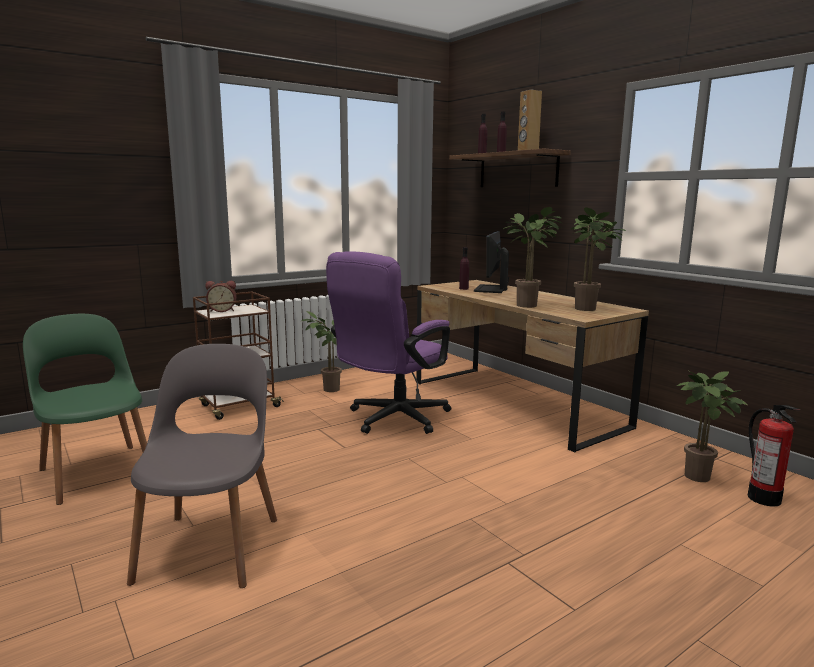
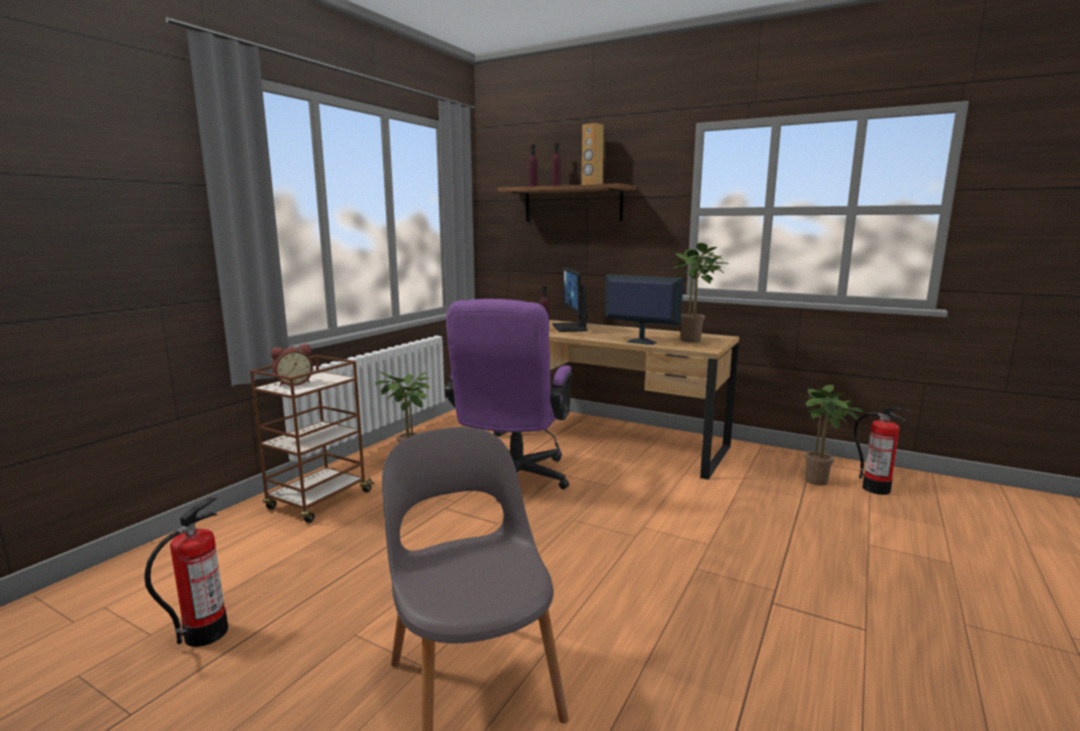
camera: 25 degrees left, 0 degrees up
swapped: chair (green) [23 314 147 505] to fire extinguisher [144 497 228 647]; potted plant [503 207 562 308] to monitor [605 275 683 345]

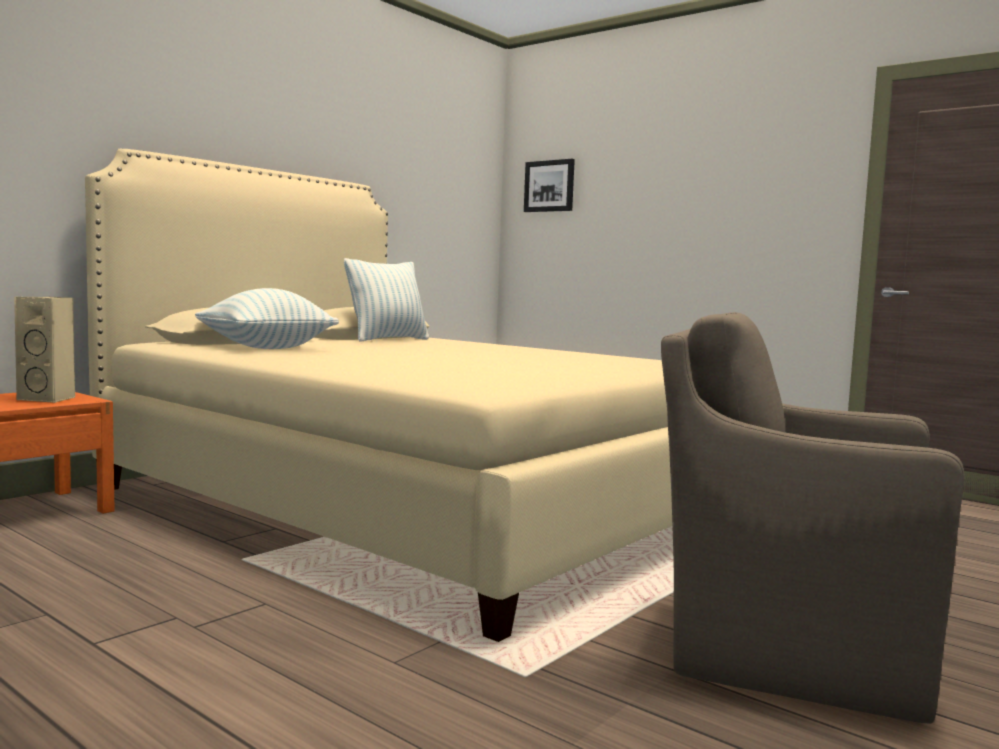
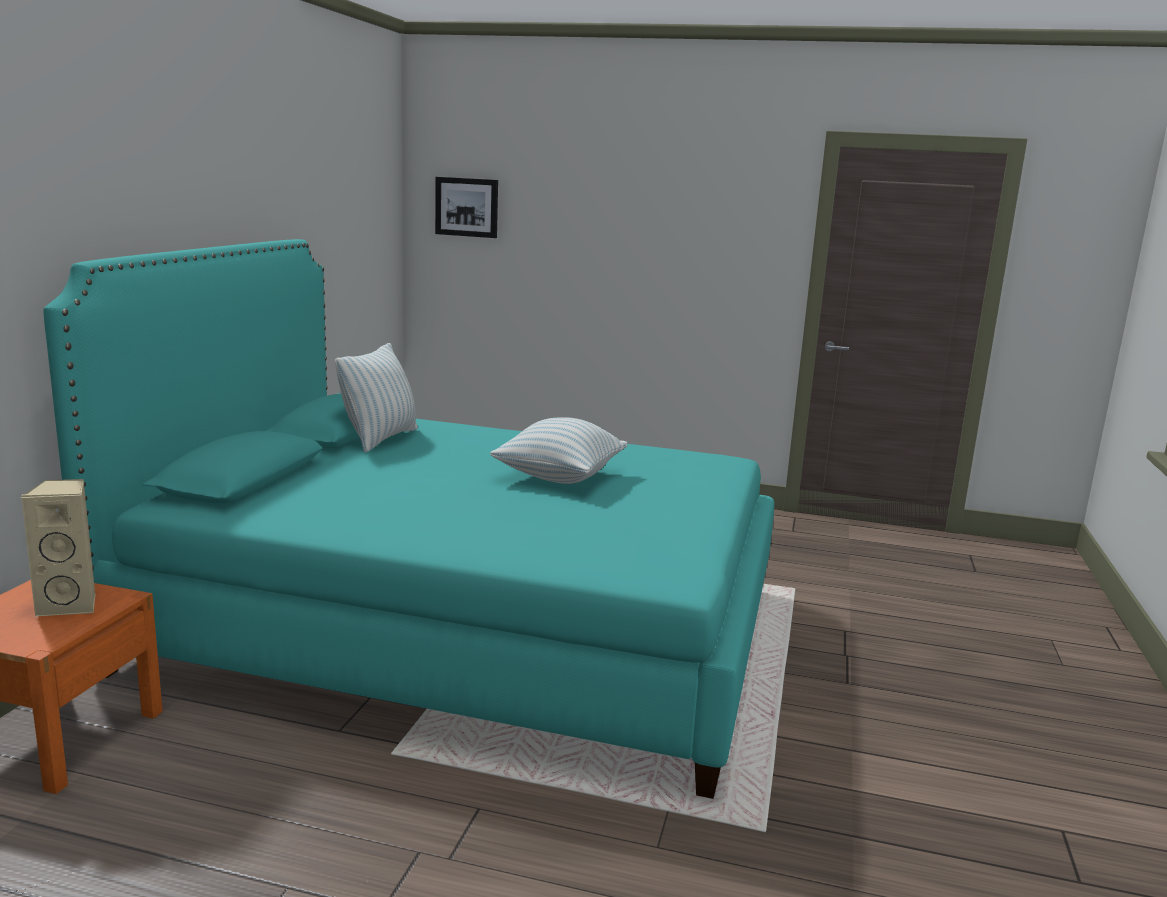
camera: 25 degrees left, 10 degrees up
gone: armchair (brown) [661 312 965 723]
shifted: pillow [195 288 339 349] to [490 417 627 484]
repainted: bed (beige) [85 149 672 642] to bed (turquoise) [43 239 774 799]

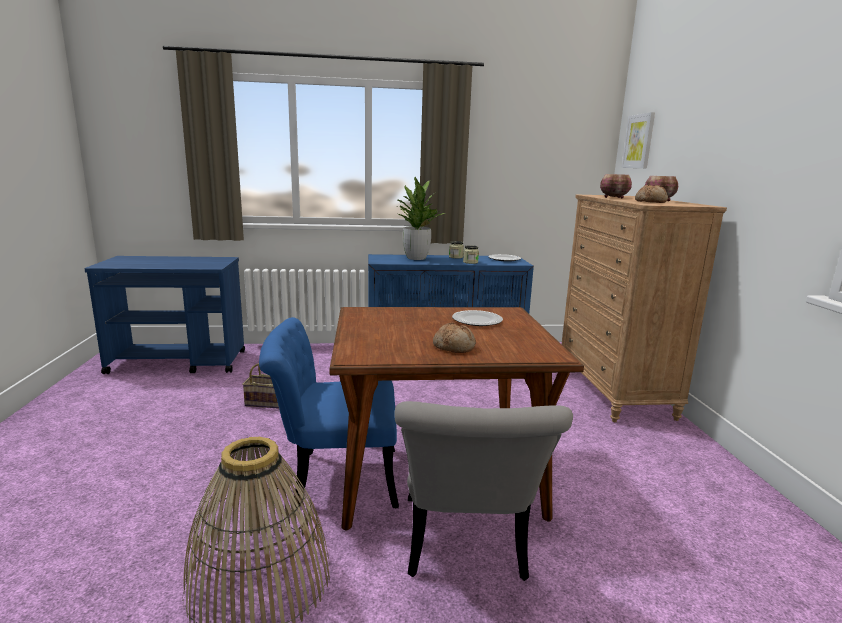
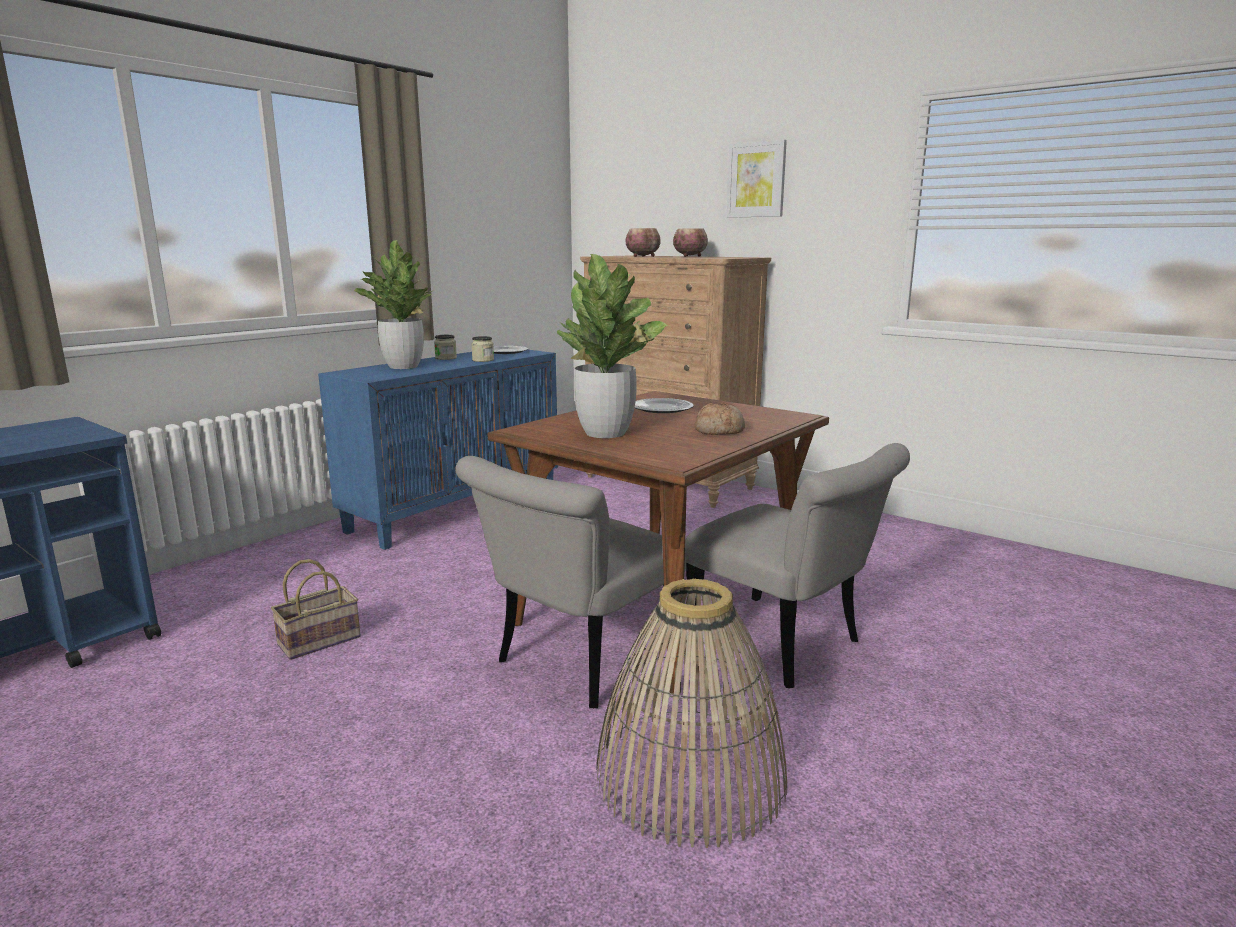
camera: 45 degrees left, 0 degrees up
gone: bread [635 185 668 203]
new: potted plant [557 254 668 438]
shifted: picture [622 112 655 168] to [726 139 787 218]
repainted: chair (blue) [259 317 399 508] to chair (grey) [456 456 686 708]

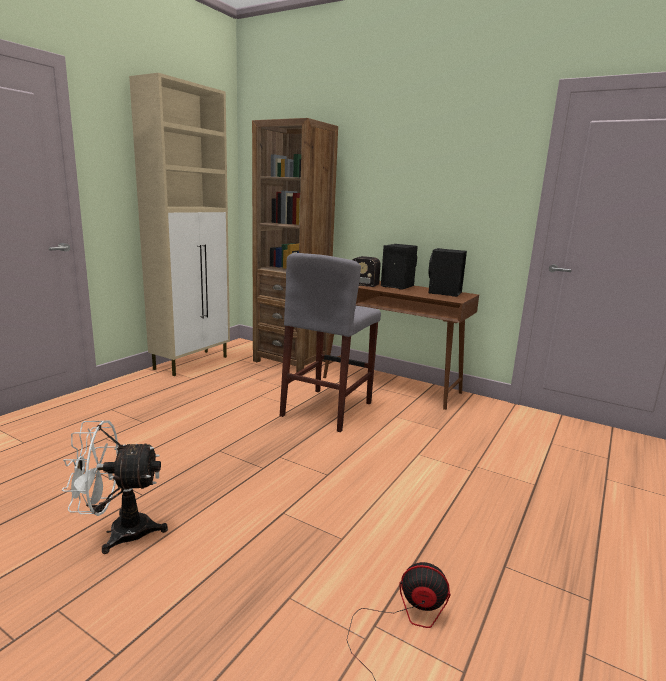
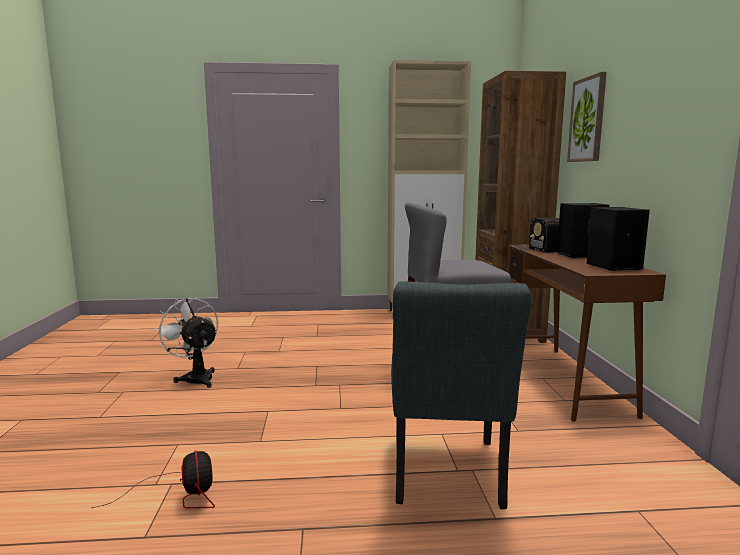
camera: 55 degrees right, 5 degrees down
new: chair (grey) [391 281 531 509]; picture [567 72 607 162]

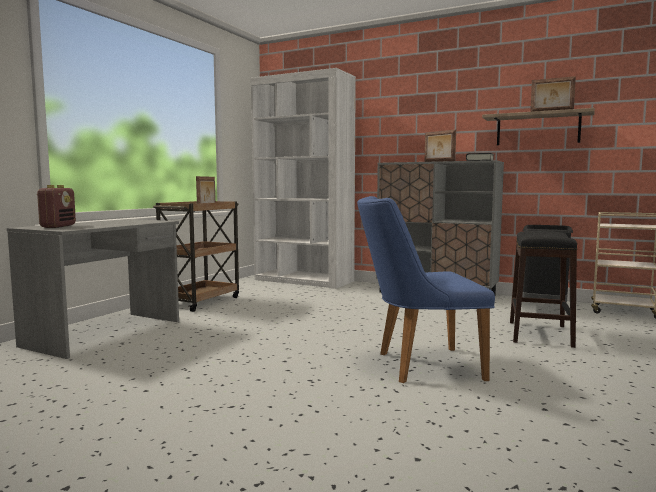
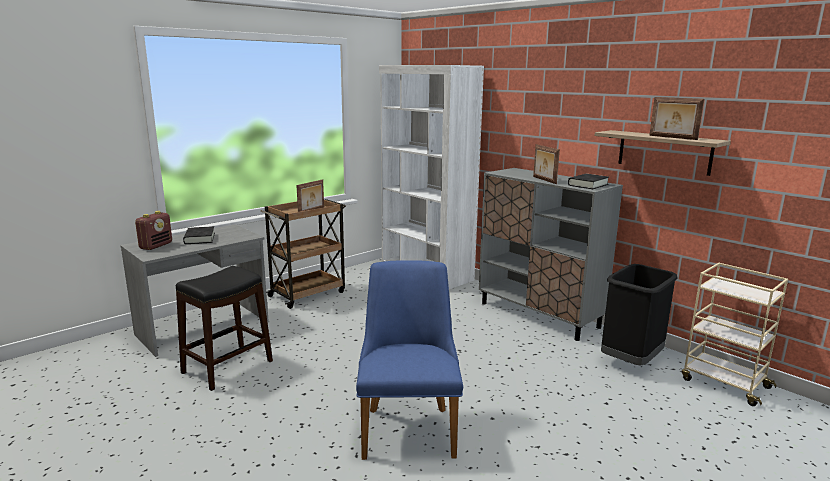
camera: 20 degrees right, 10 degrees up
new: book (black) [183 226 215 244]
shifted: stool (black) [510 231 577 348] to [176 266 273 391]
rotated: chair (blue) [357 196 495 383] = [356 261 463 460] 75 degrees clockwise

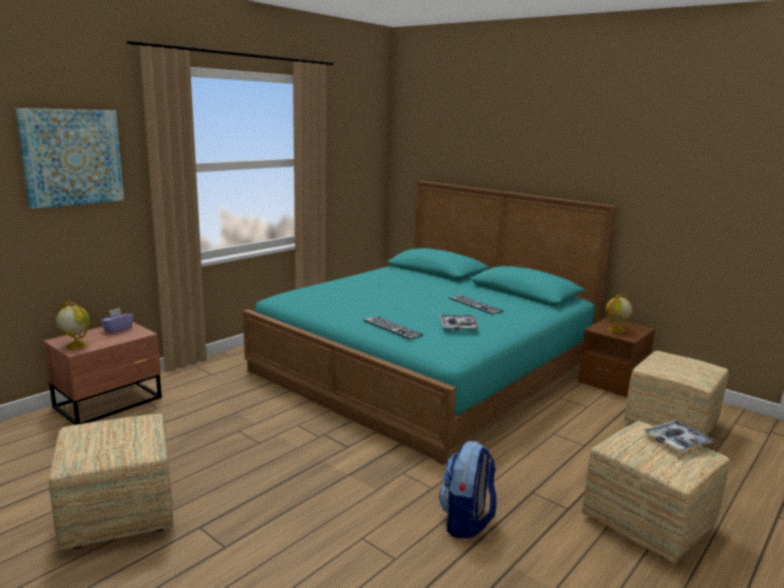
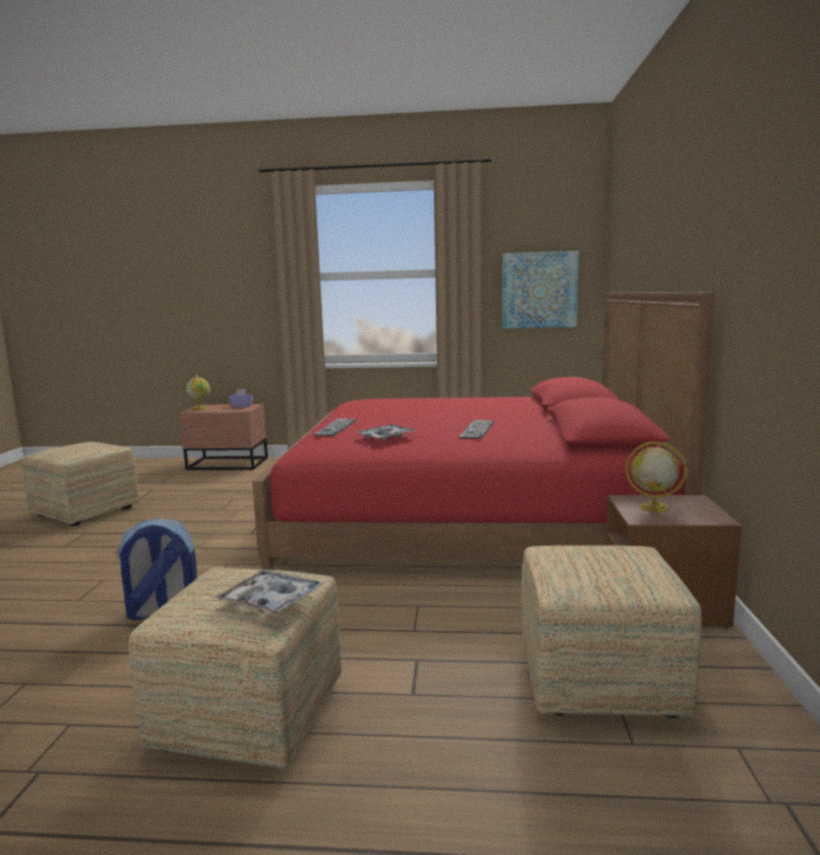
camera: 55 degrees right, 5 degrees down
shifted: picture [15 108 124 209] to [502 251 579 328]
repainted: bed (turquoise) [243 181 617 465] to bed (red) [252 292 715 570]

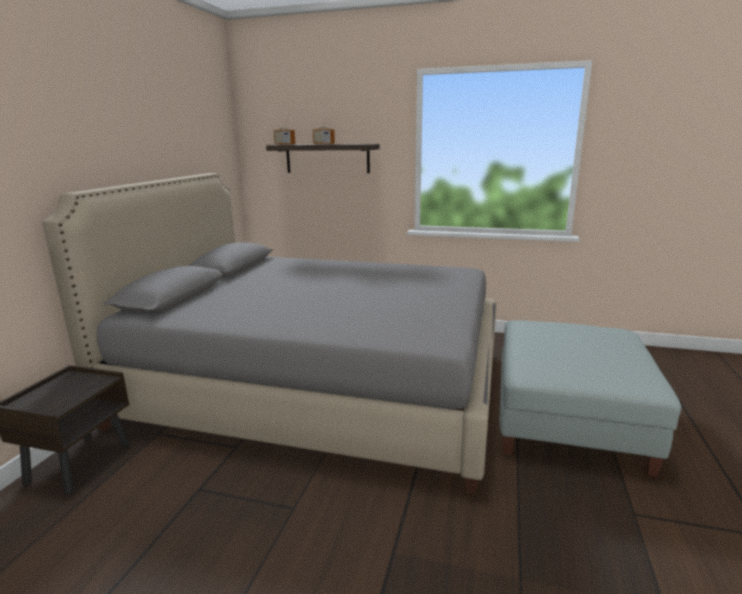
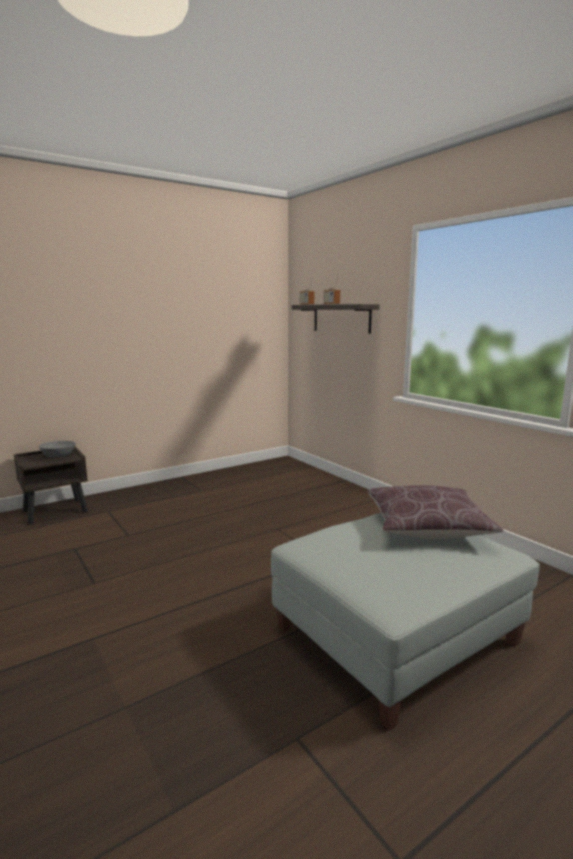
camera: 40 degrees right, 5 degrees down
gone: bed (grey) [42 173 497 495]
new: bowl (grey) [39 441 76 458]; pillow (brown) [368 485 504 539]

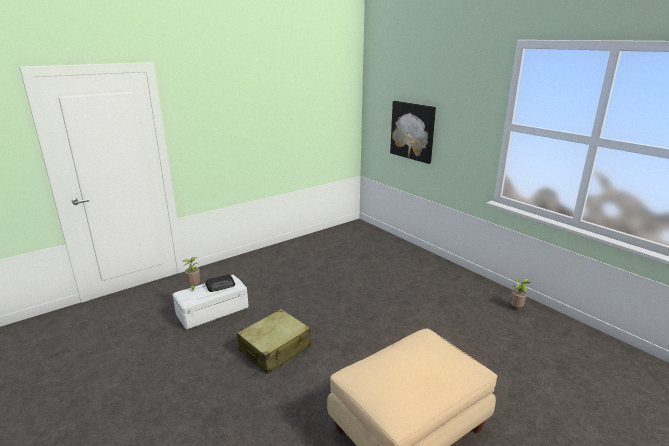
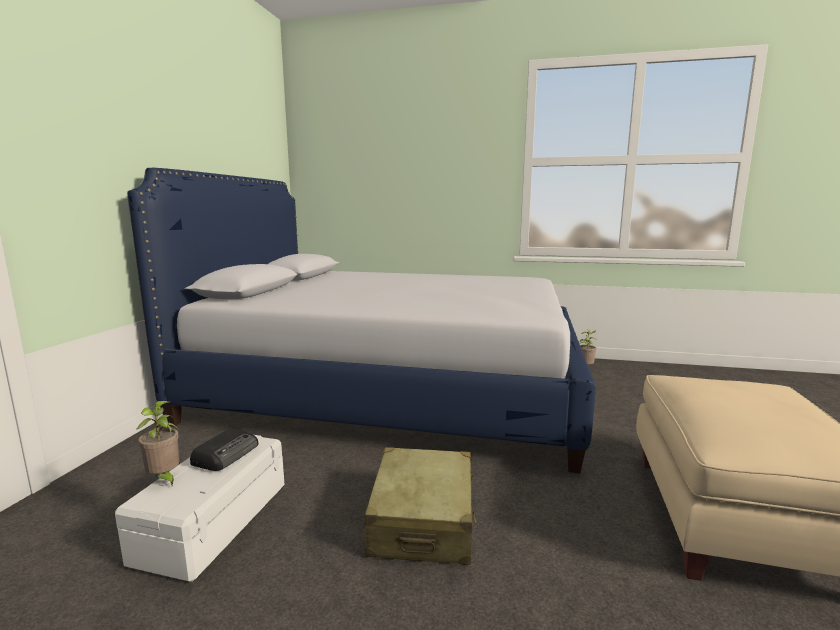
camera: 40 degrees left, 10 degrees down
gone: picture [390 101 436 164]
new: bed [127 168 595 473]

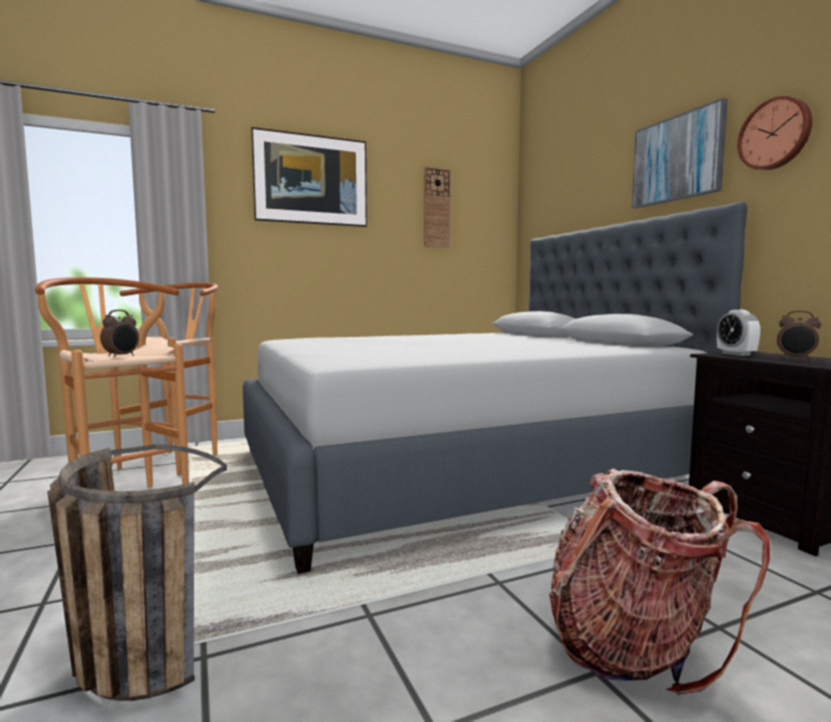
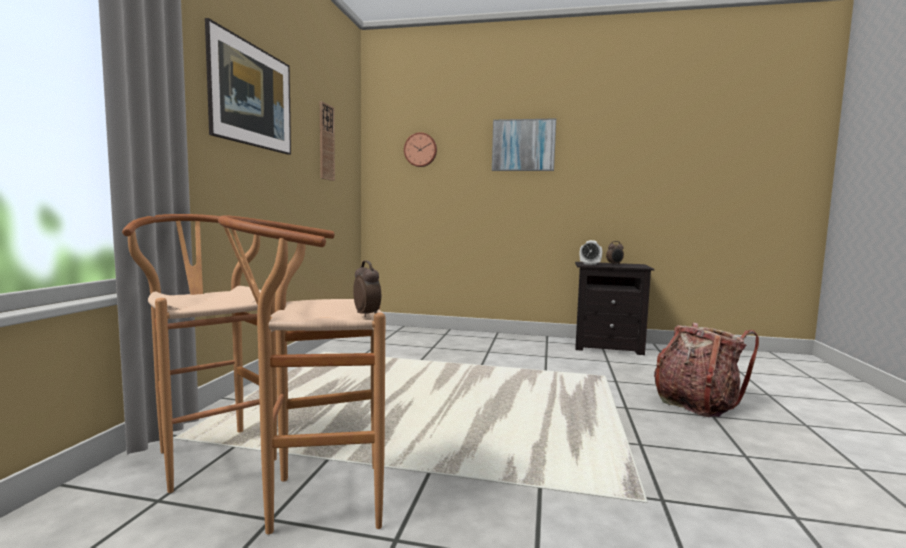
camera: 55 degrees left, 0 degrees up
gone: basket [47 444 227 701]; bed (grey) [243 202 747 574]
shifted: wall clock [737 96 812 170] to [404 132 437 167]

